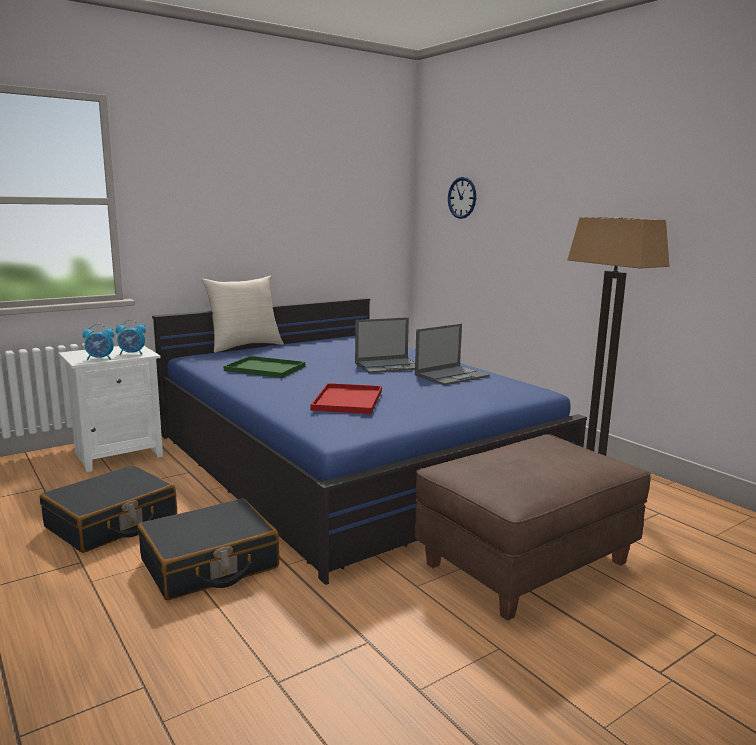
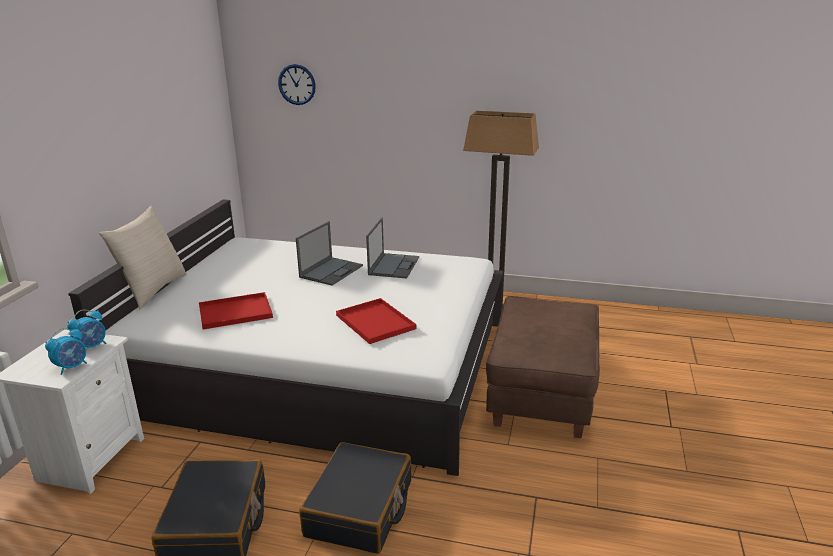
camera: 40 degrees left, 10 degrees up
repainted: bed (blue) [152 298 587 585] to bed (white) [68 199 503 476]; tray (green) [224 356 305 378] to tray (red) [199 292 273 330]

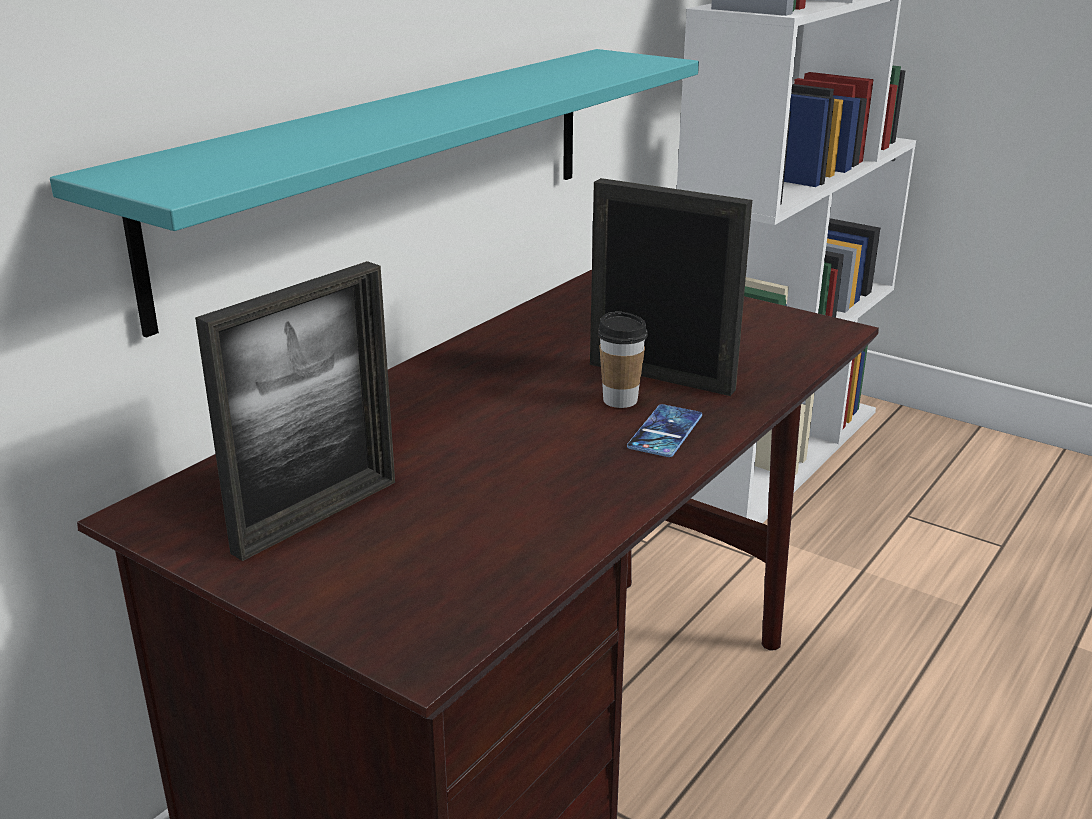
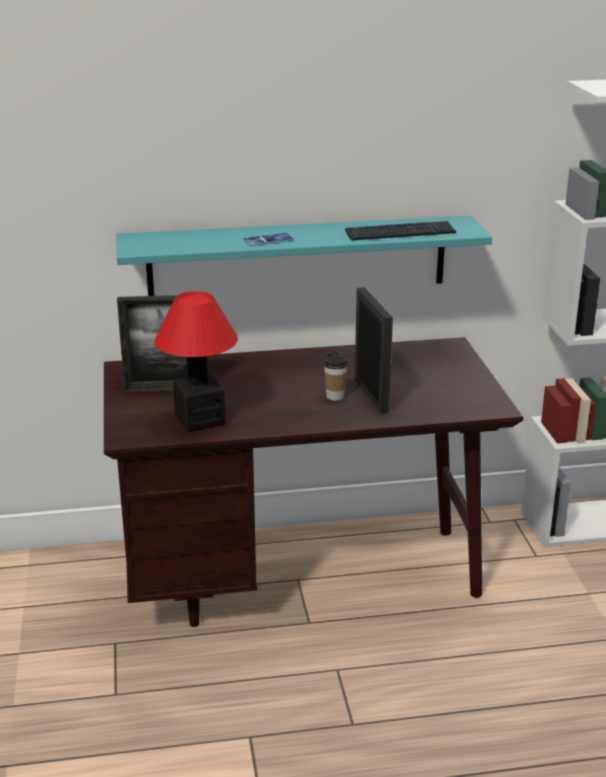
camera: 45 degrees right, 0 degrees up
new: table lamp [154 291 238 432]; keyboard [345 221 456 240]
shifted: phone [627 404 702 457] to [243 233 294 246]

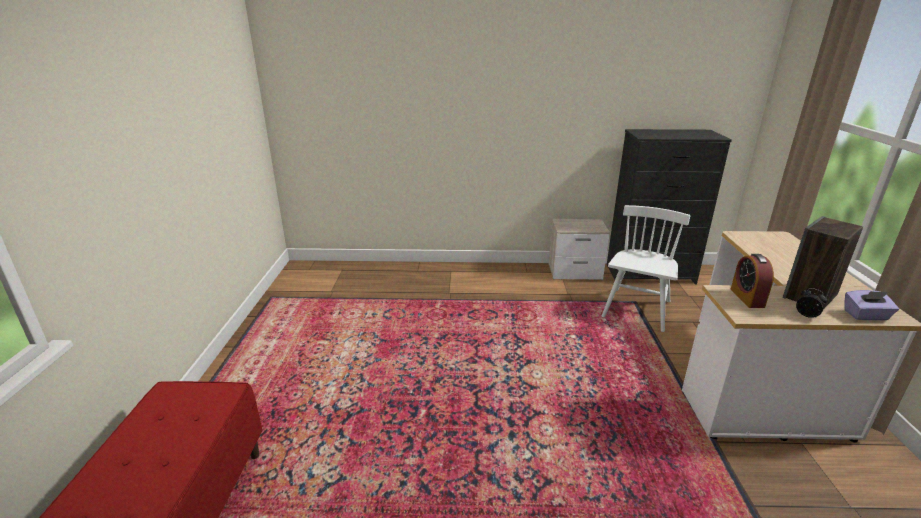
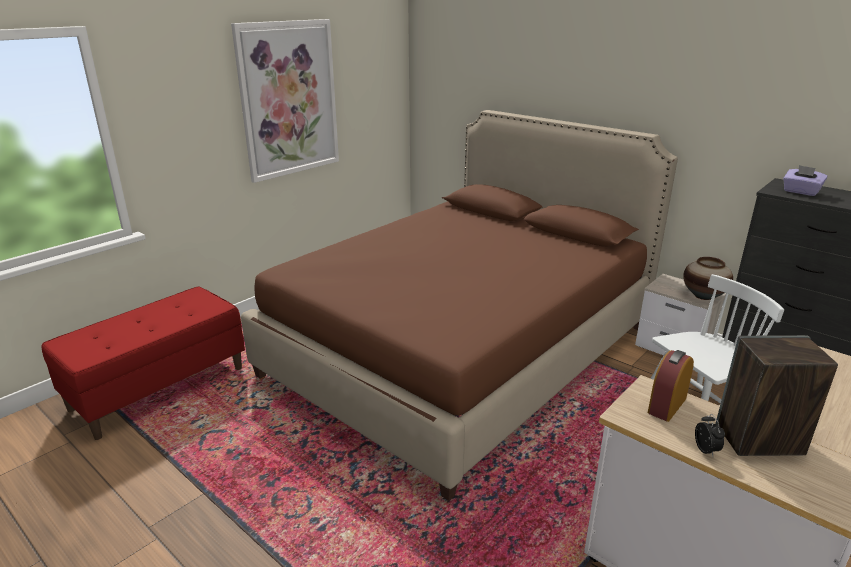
camera: 40 degrees right, 0 degrees up
new: picture [231 19 339 183]; bed (brown) [241 110 678 501]; vase [683 257 733 300]
shifted: tissue box (purple) [844 290 899 320] to [783 165 828 196]

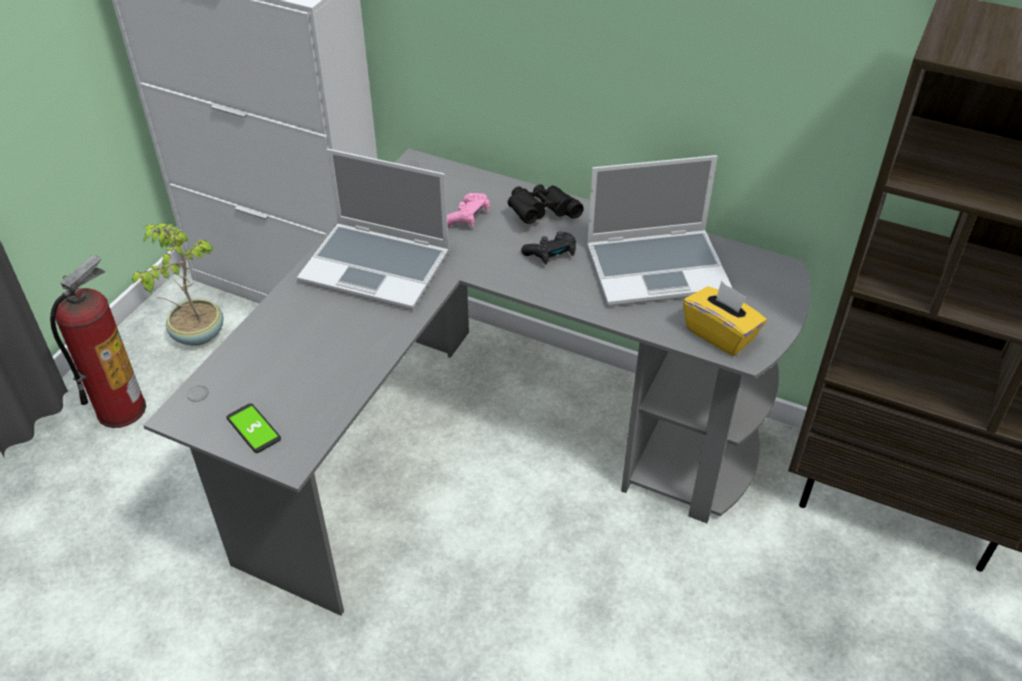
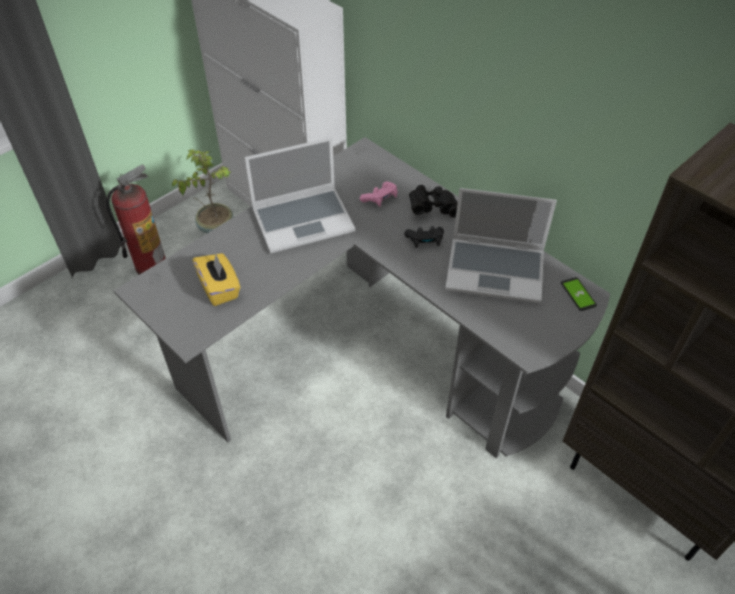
camera: 20 degrees right, 5 degrees up
shifted: tissue box (yellow) [683 281 767 356] to [192 253 241 306]; phone [227 403 281 453] to [561 277 597 311]
rotated: laptop [297 149 450 310] = [245 137 355 253] 60 degrees counterclockwise

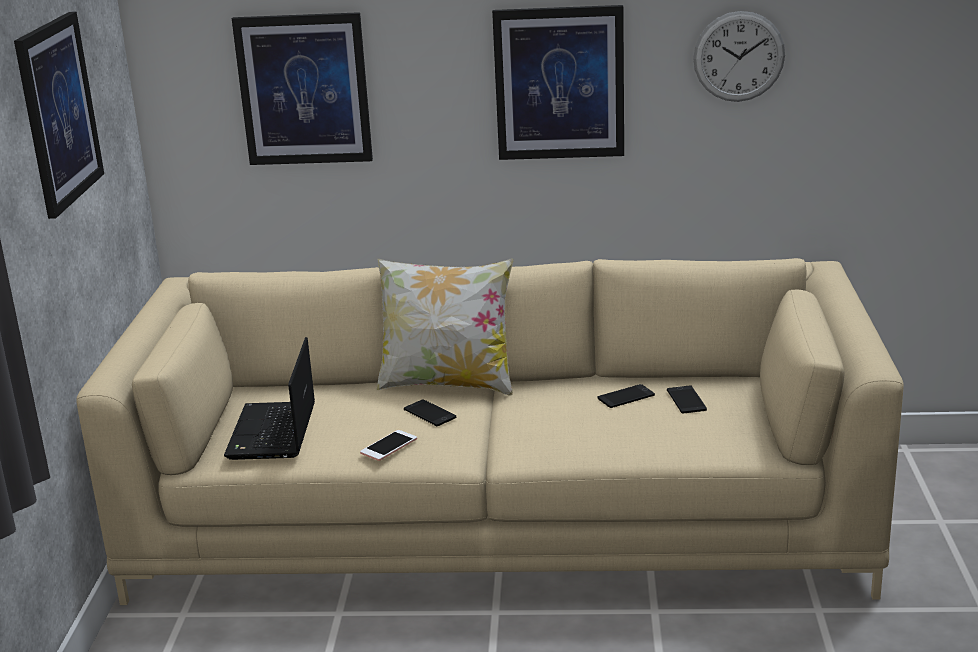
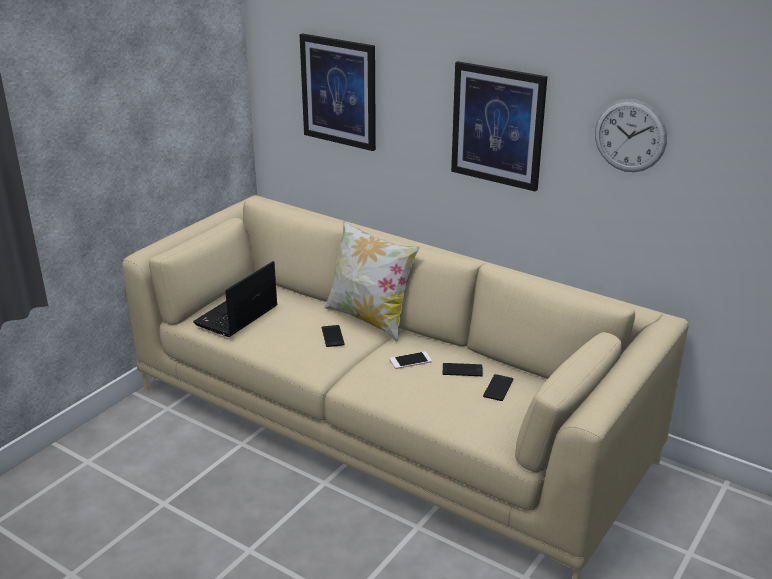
camera: 30 degrees right, 5 degrees up
gone: picture [14 11 104 219]
shifted: phone [360 430 417 461] to [390 351 432 369]

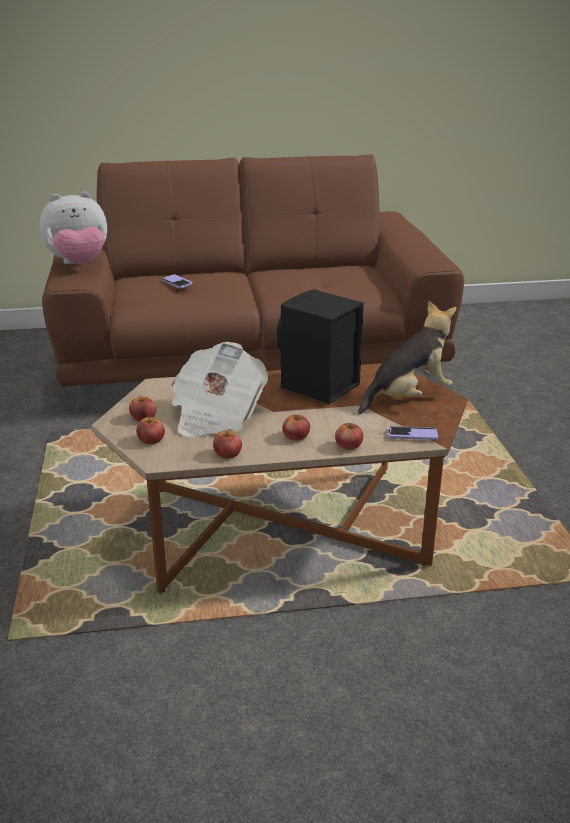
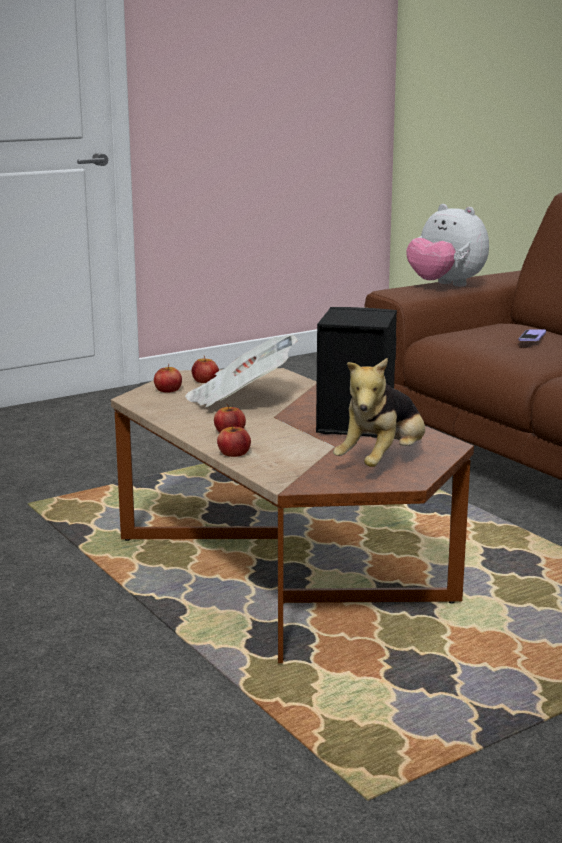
camera: 65 degrees right, 10 degrees down
gone: apple [213 429 242 459]; phone [387 426 438 440]
rotated: plush toy [358 301 456 415] = [333 358 425 467] 90 degrees clockwise

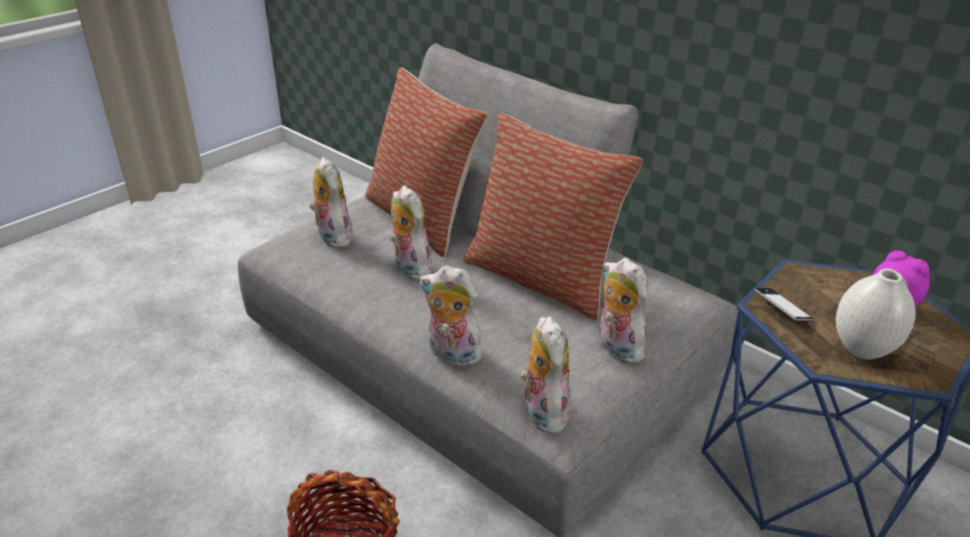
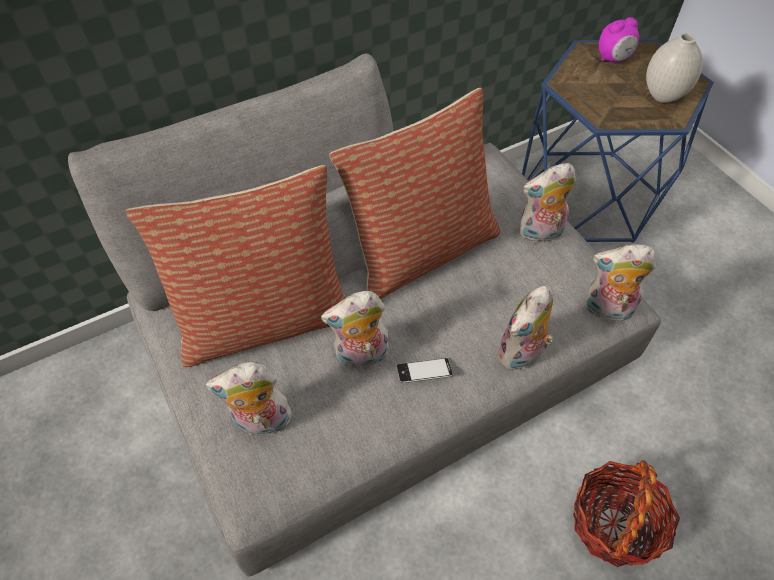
camera: 70 degrees left, 20 degrees up
shifted: phone [754 288 813 321] to [396 358 453 383]

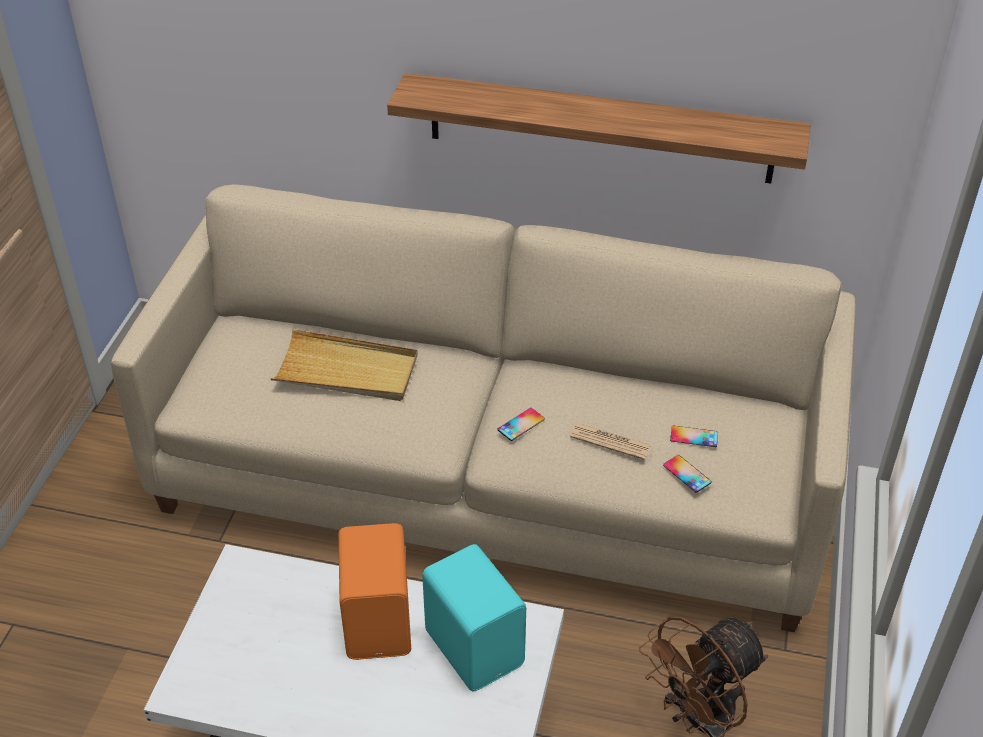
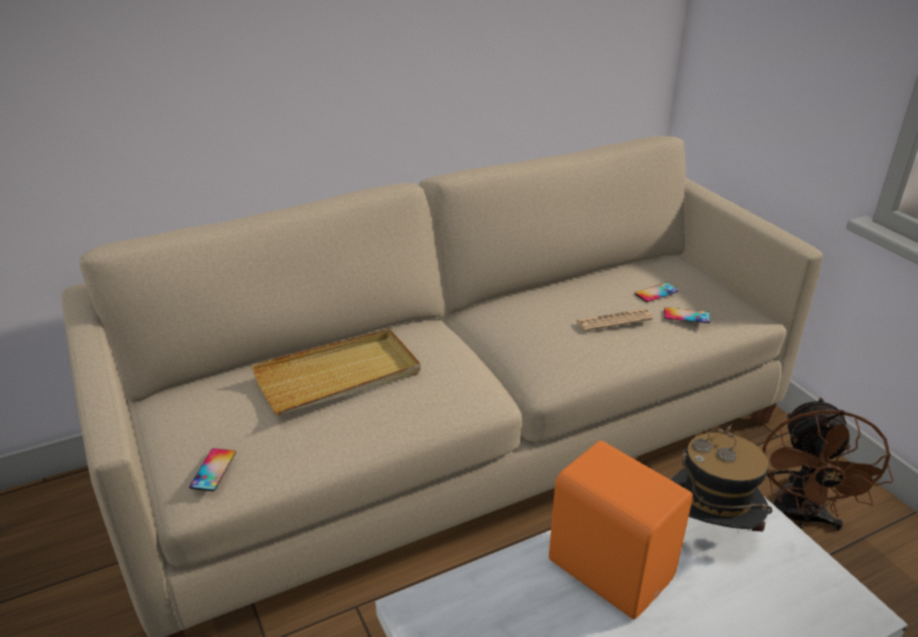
camera: 40 degrees left, 10 degrees down
gone: shelf [387 73 811 184]
shifted: phone [498 408 545 441] to [189 448 236 491]
swapped: speaker (turquoise) [422 544 526 691] to hat [671 424 773 532]

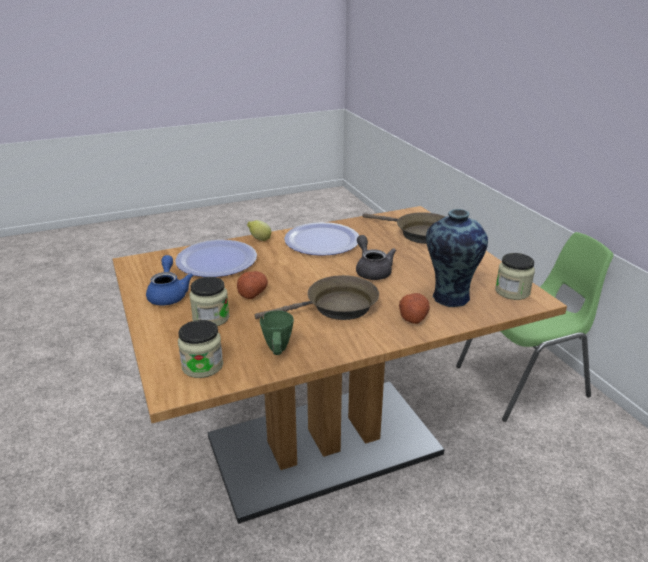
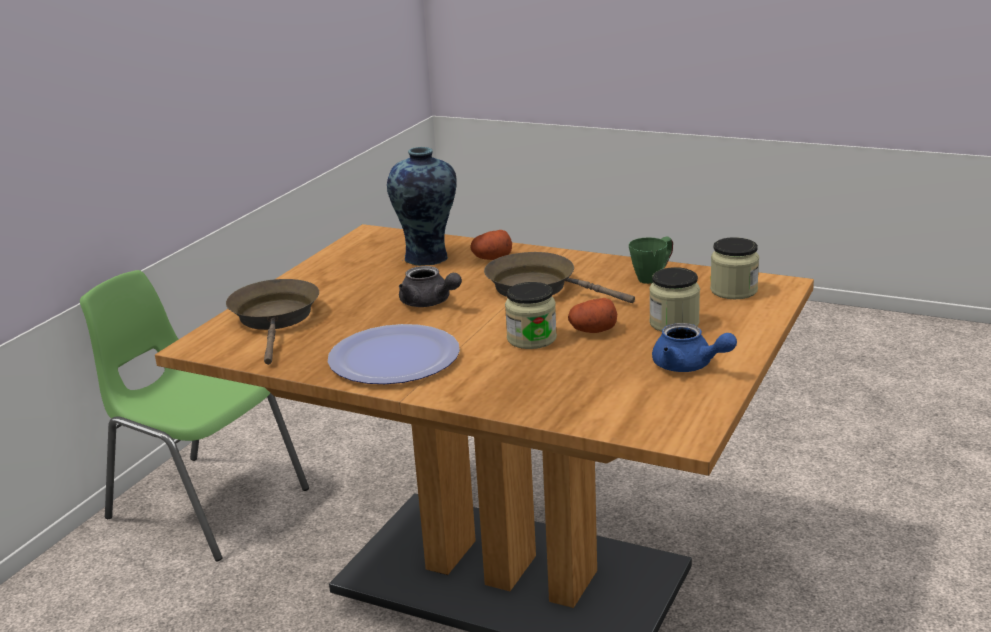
camera: 130 degrees left, 5 degrees down
gone: plate [175 240 257 277]; lemon [247 220 271 241]
shifted: jar [495 253 535 300] to [505 282 557 349]
rotated: teapot (grey) [356 235 396 280] = [399 266 462 307] 75 degrees counterclockwise; teapot (blue) [146 255 193 306] = [652 323 737 372] 90 degrees counterclockwise

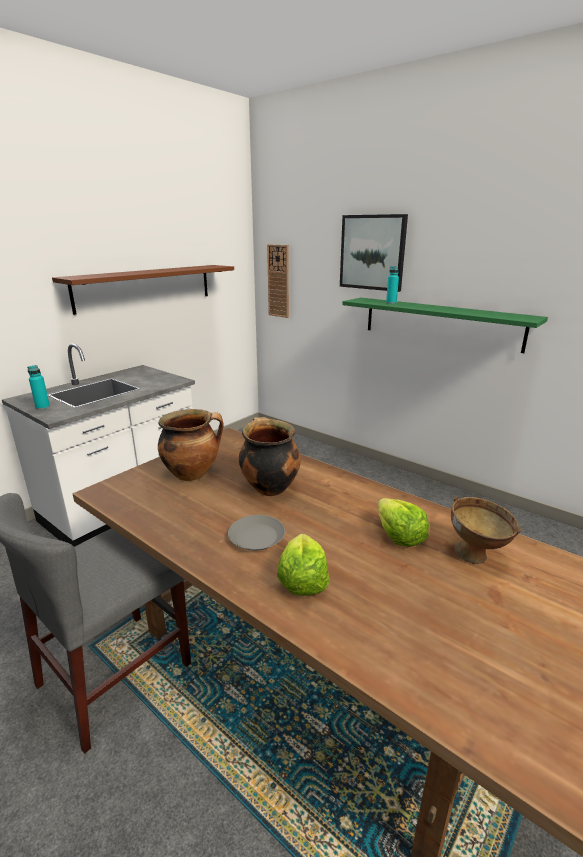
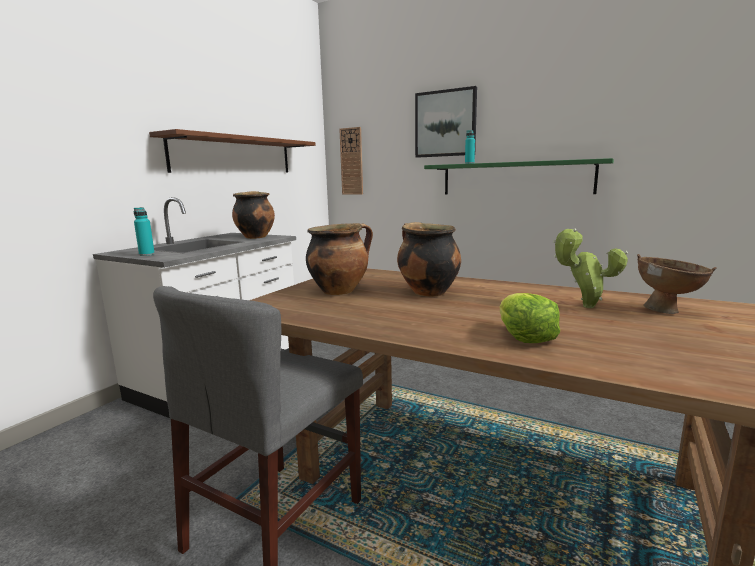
camera: 10 degrees left, 10 degrees down
gone: plate (grey) [228 515 285 551]
new: cooking pot [232 191 275 239]
swapped: lettuce [377 498 429 547] to potted plant [553 228 628 308]

